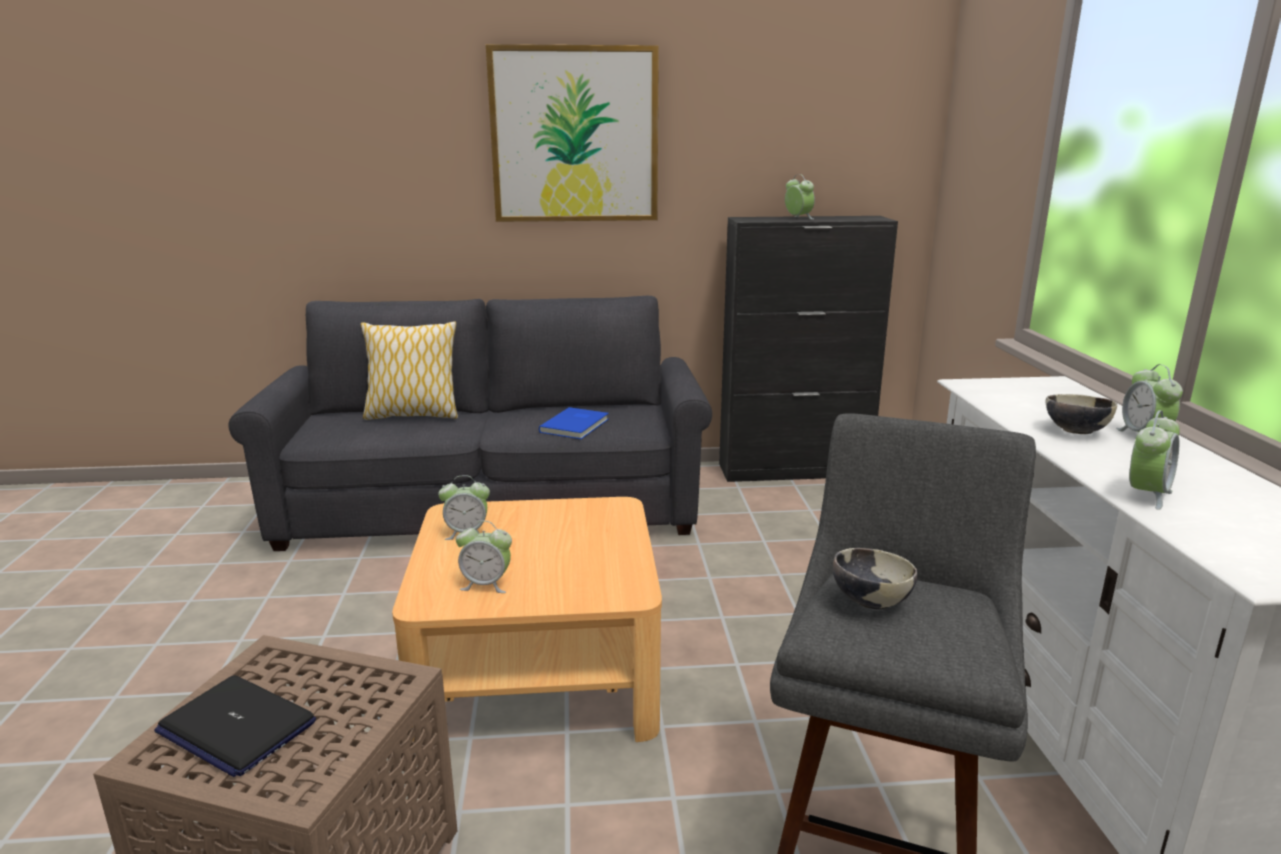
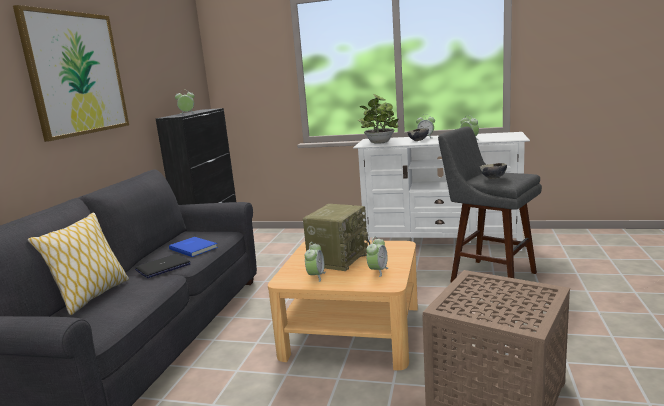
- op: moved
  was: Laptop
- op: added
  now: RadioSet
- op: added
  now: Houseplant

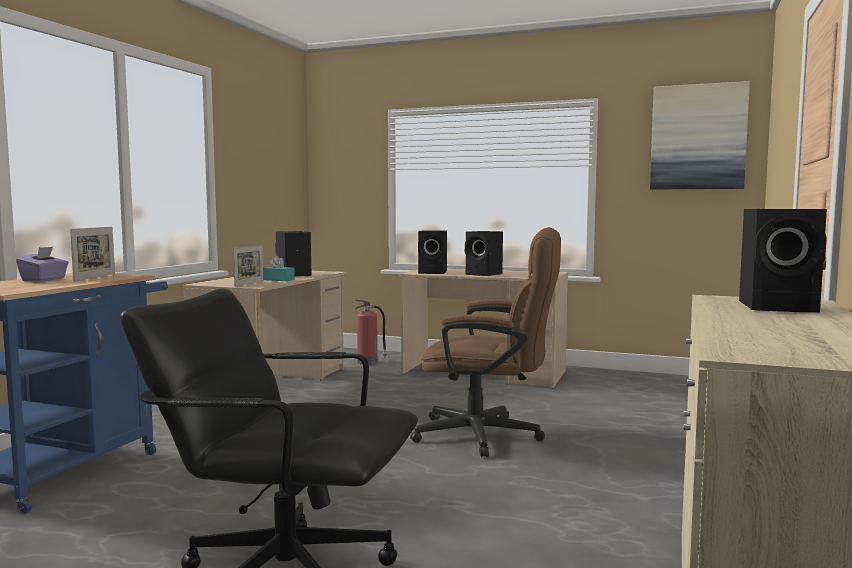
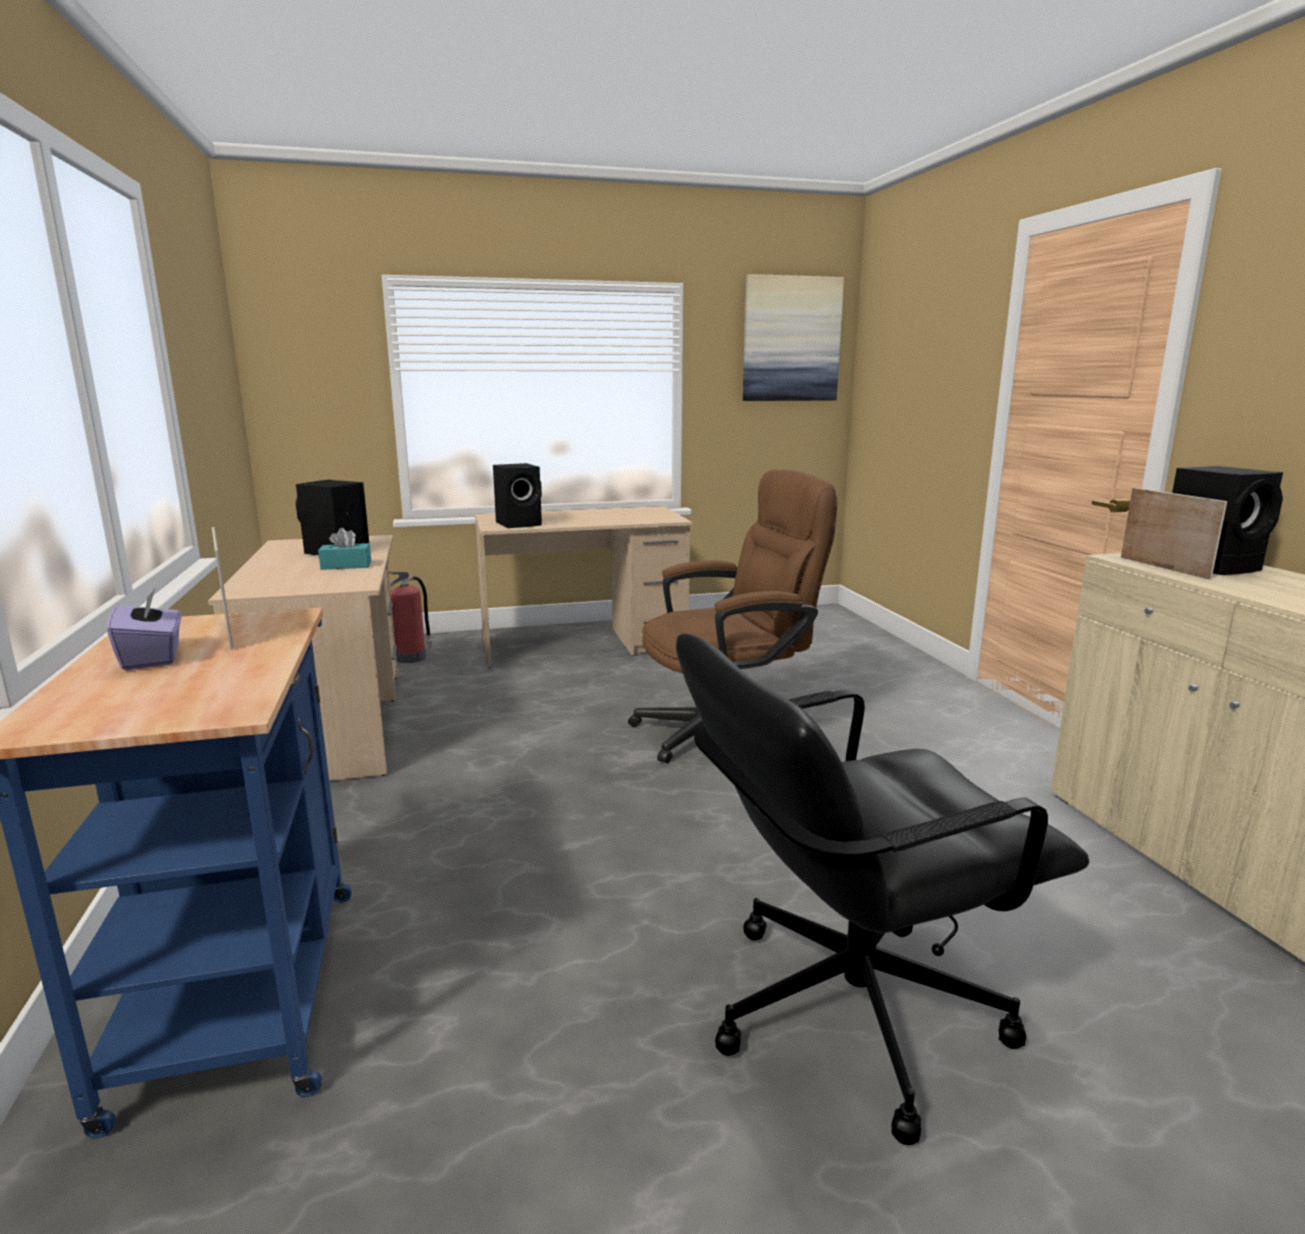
- op: moved
  was: PhotoFrame (2nd from left)
- op: removed
  was: BlackishSpeaker (3rd from left)

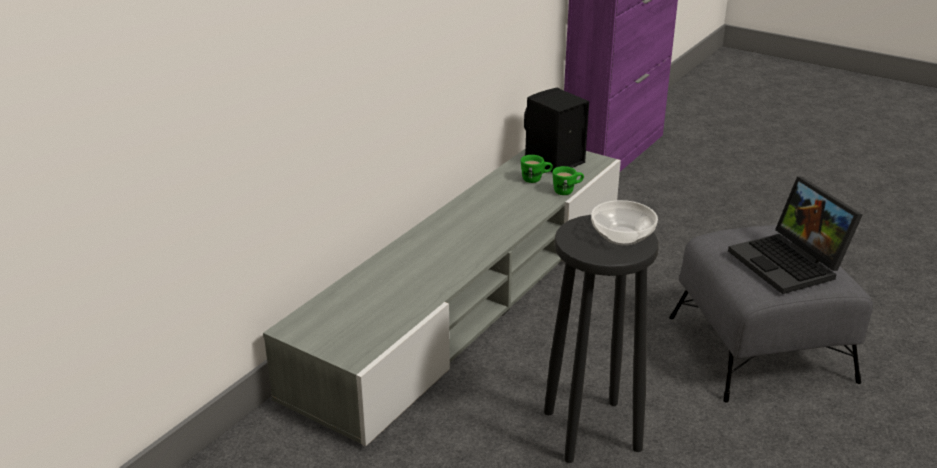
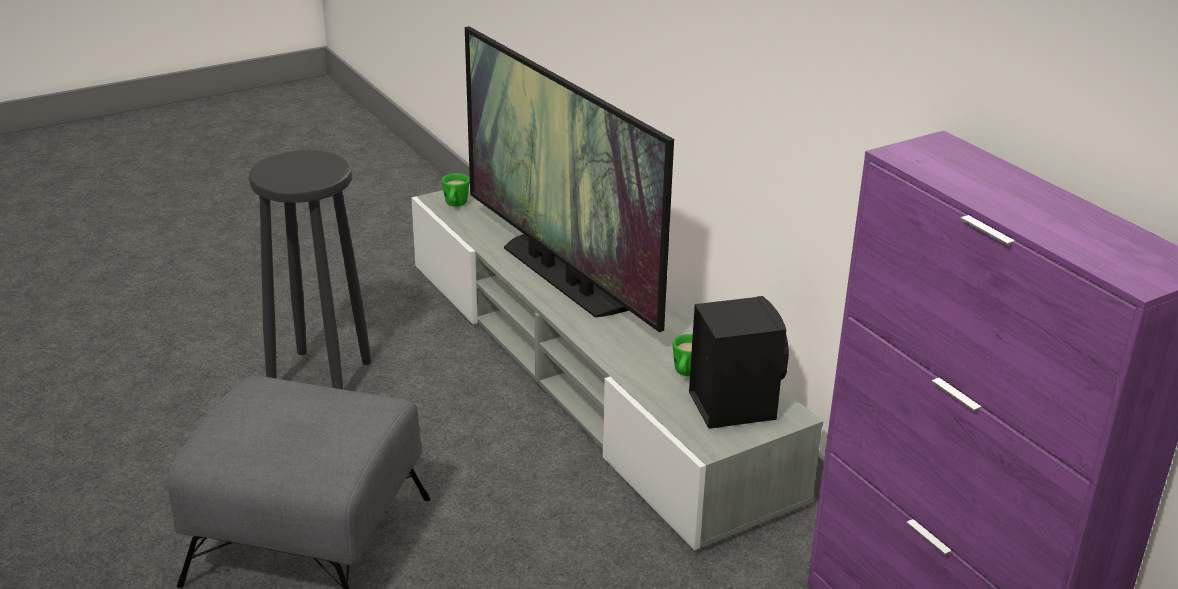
- op: moved
  was: GreenishCoffeeMug (2nd from left in the first image)
  now: GreenishCoffeeMug (1st from left)
- op: removed
  was: Bowl
- op: removed
  was: Laptop
- op: added
  now: Television

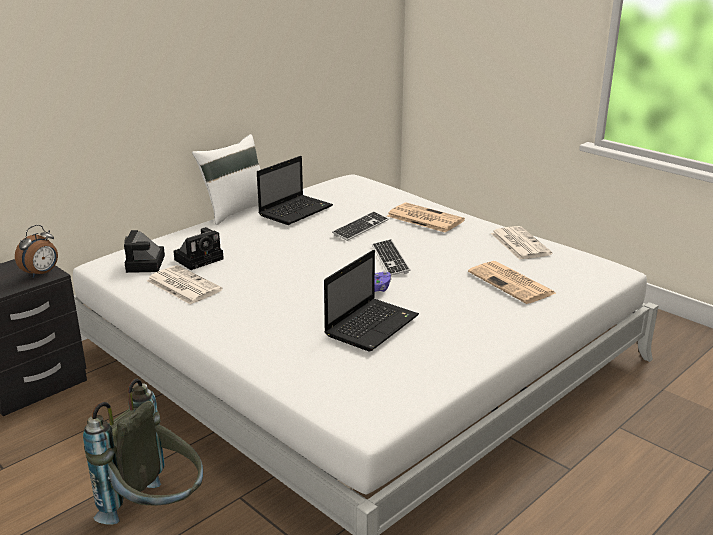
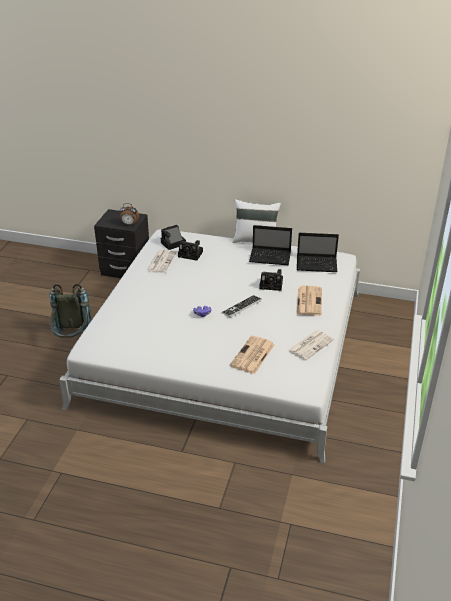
- op: moved
  was: Laptop (2nd from left)
- op: replaced
  was: ComputerKeyboard (1st from left)
  now: PhotoCamera (3rd from left)

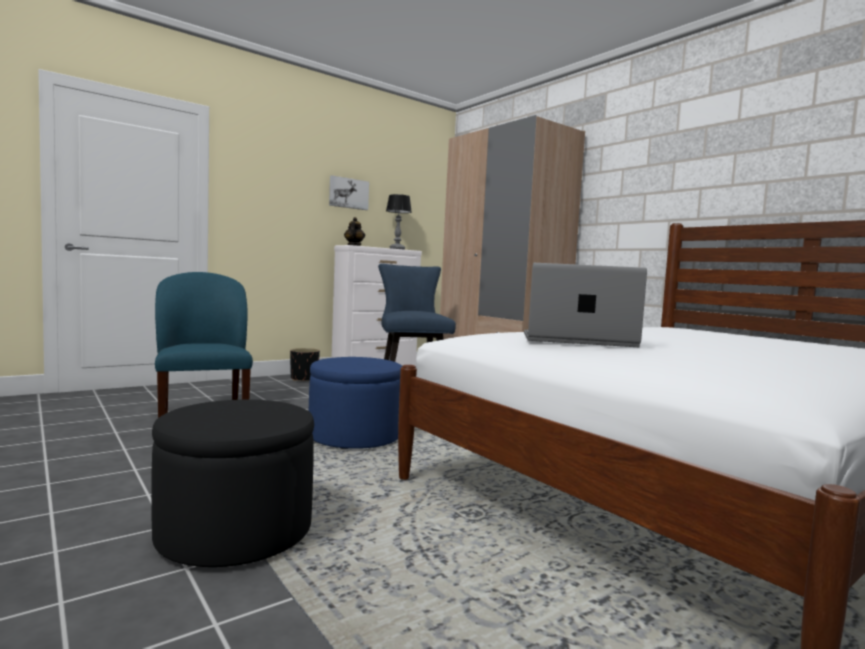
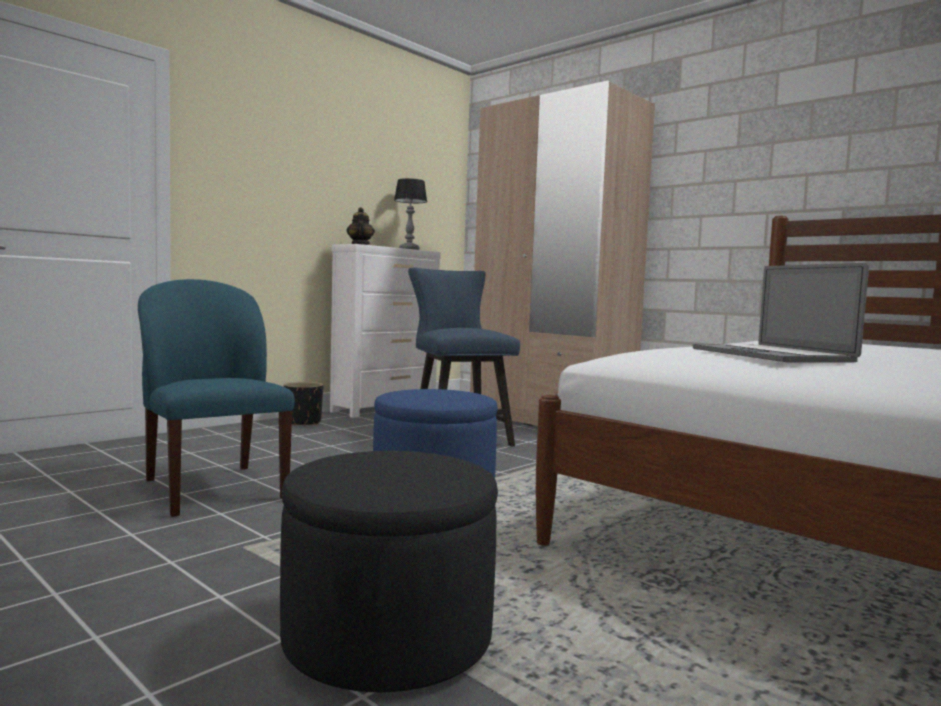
- op: removed
  was: WallArt
- op: turned
  was: Laptop
  clockwise: -105

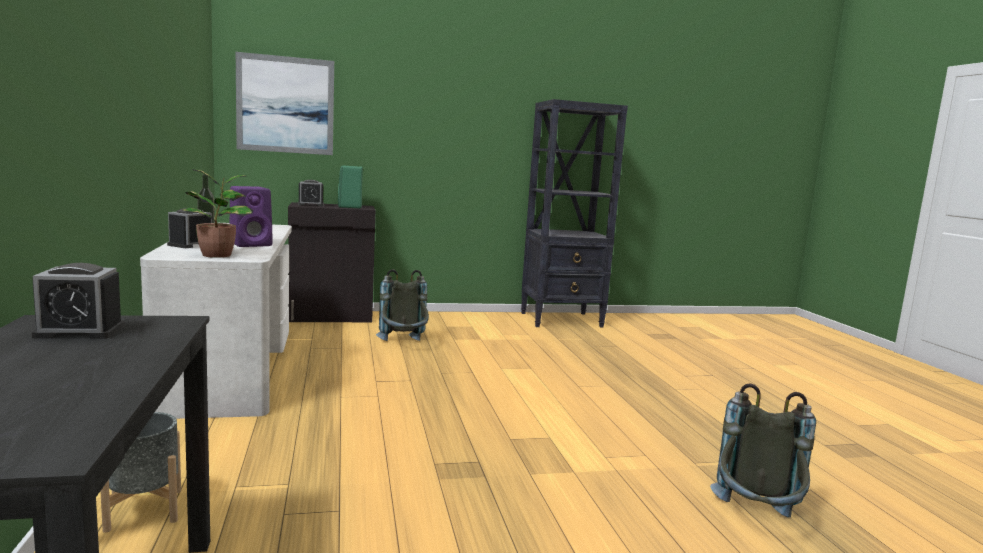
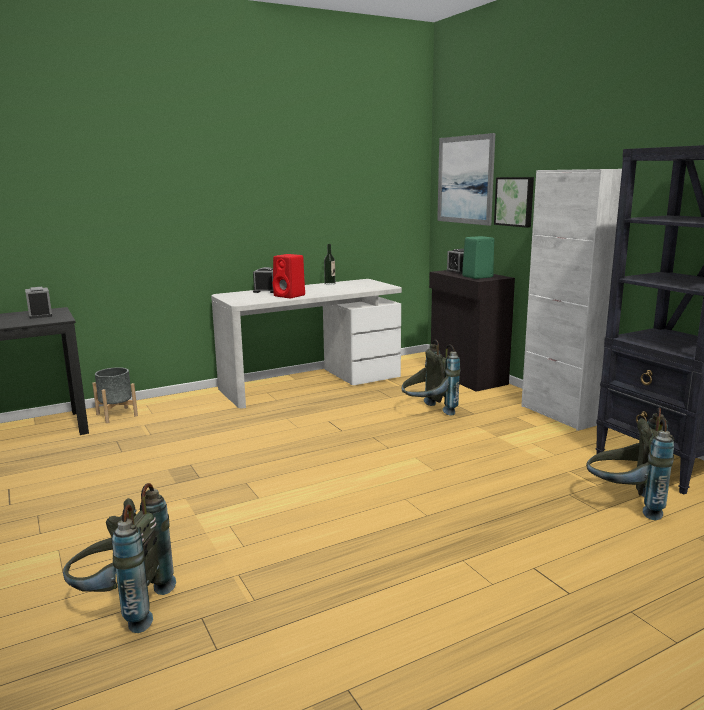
- op: removed
  was: Houseplant
- op: recoloured
  was: PurpleSpeaker
  now: RedColouredSpeaker
- op: added
  now: WallArt (2nd from left)
- op: added
  now: WhitishCupboard
- op: added
  now: GrayKnapsack (3rd from left)

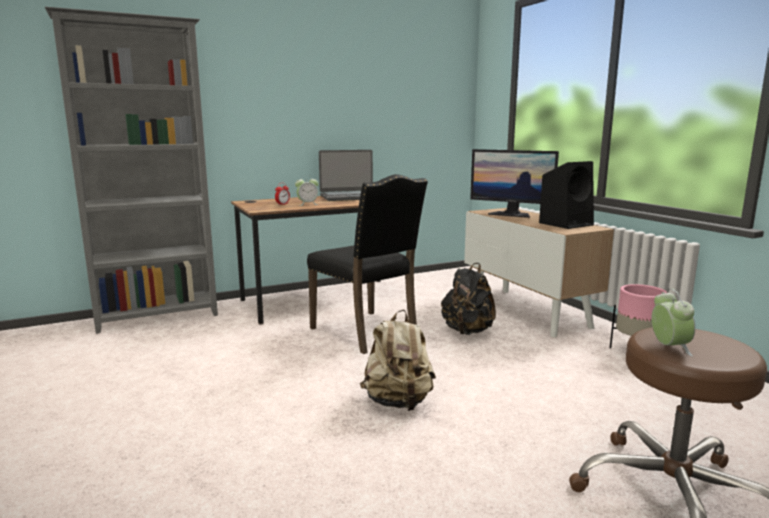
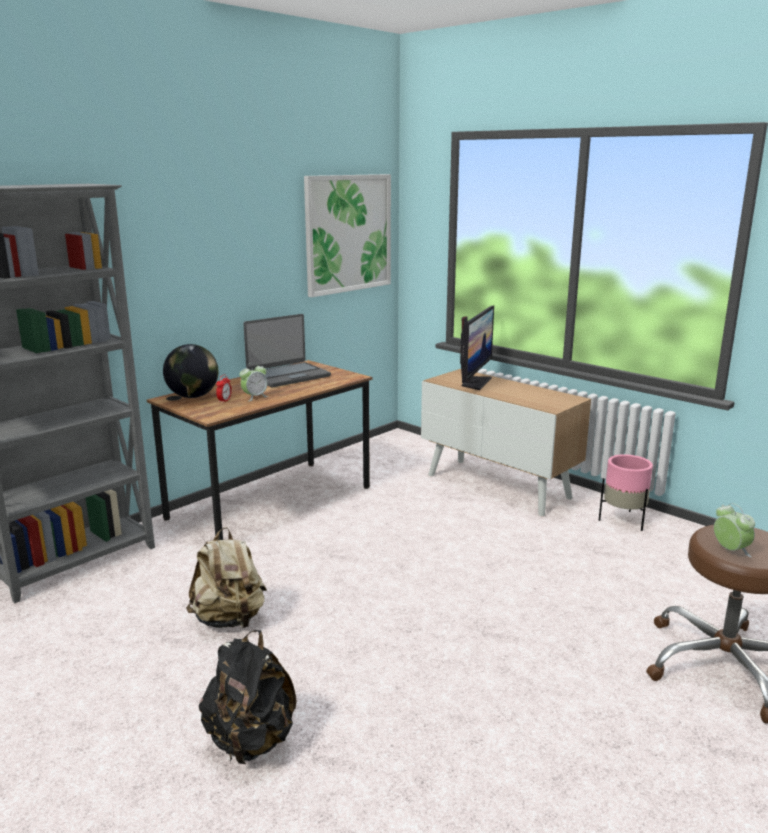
- op: removed
  was: BlackishPlainChair
- op: moved
  was: SandColouredKnapsack
- op: moved
  was: BlackishKnapsack
- op: turned
  was: Monitor
  clockwise: -75
- op: removed
  was: BlackishSpeaker
- op: added
  now: Globe
- op: added
  now: WallArt

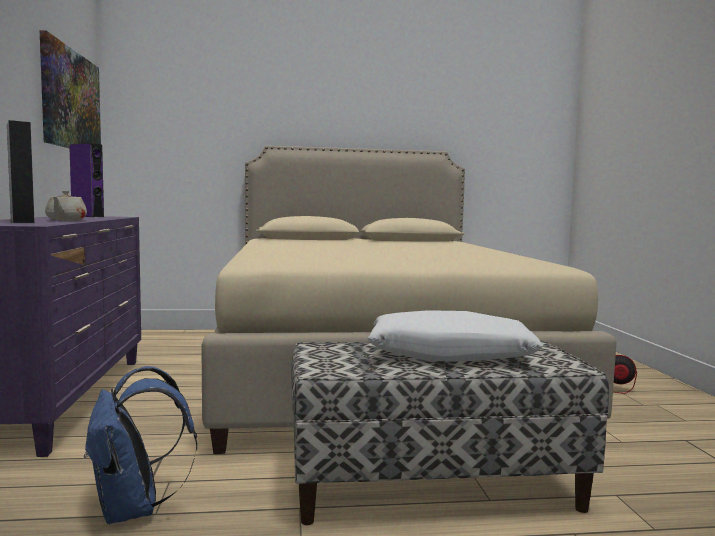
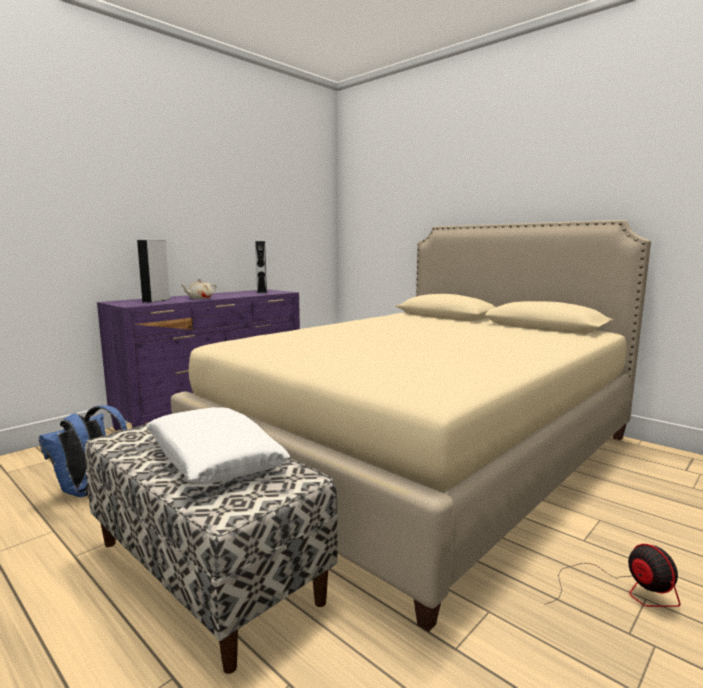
- op: removed
  was: WallArt
- op: recoloured
  was: PurpleSpeaker
  now: GraySpeaker (2nd from left)

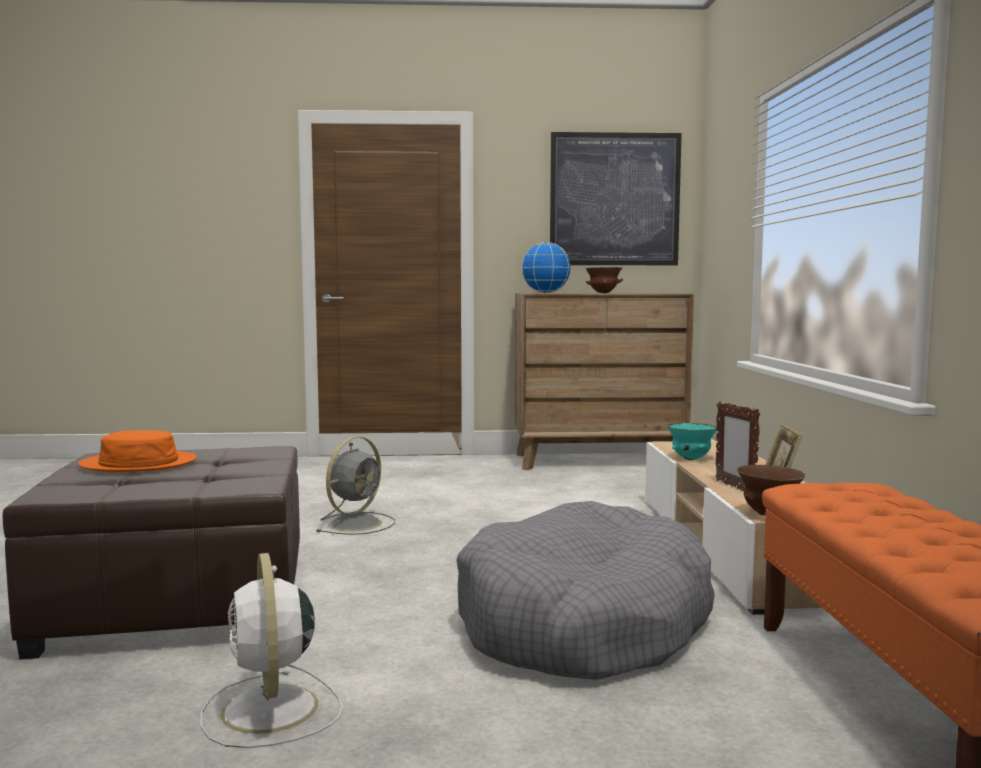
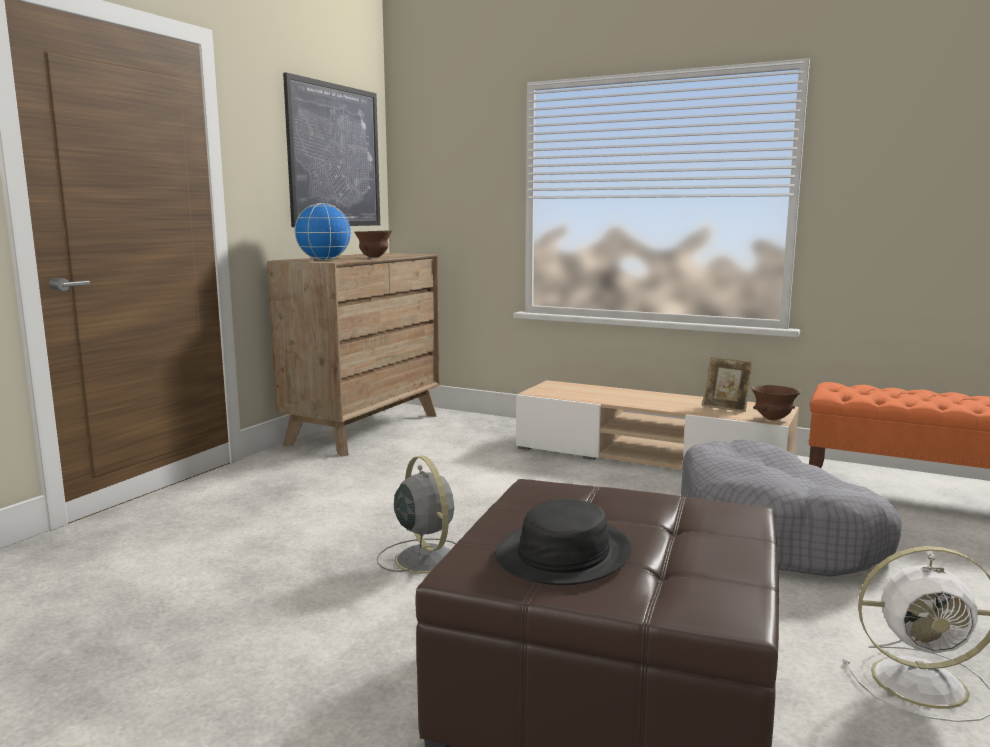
- op: recoloured
  was: OrangeWearableHat
  now: BlackishWearableHat
- op: removed
  was: TurquoiseBowl
- op: removed
  was: PhotoFrame (1st from left)

